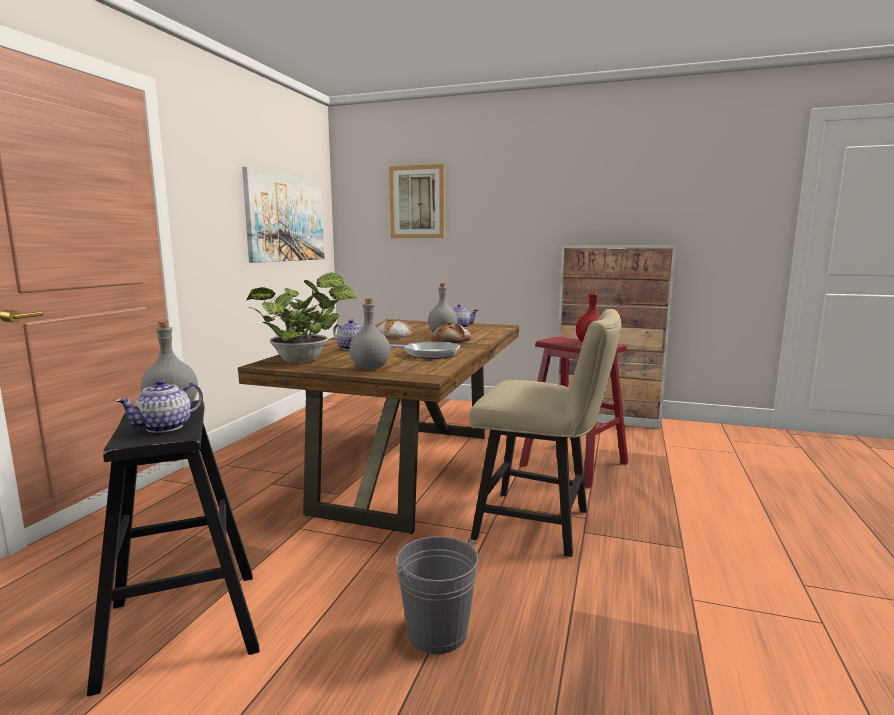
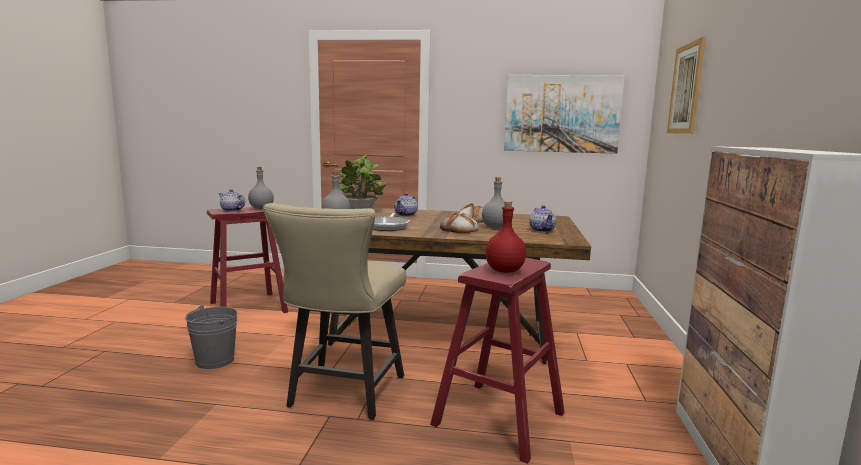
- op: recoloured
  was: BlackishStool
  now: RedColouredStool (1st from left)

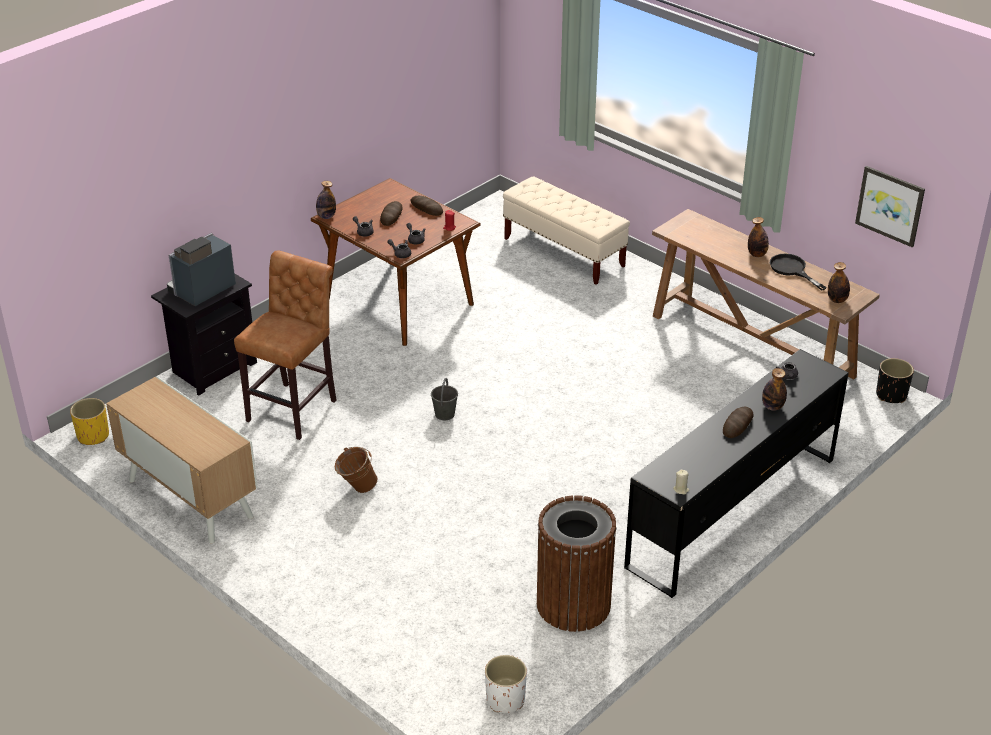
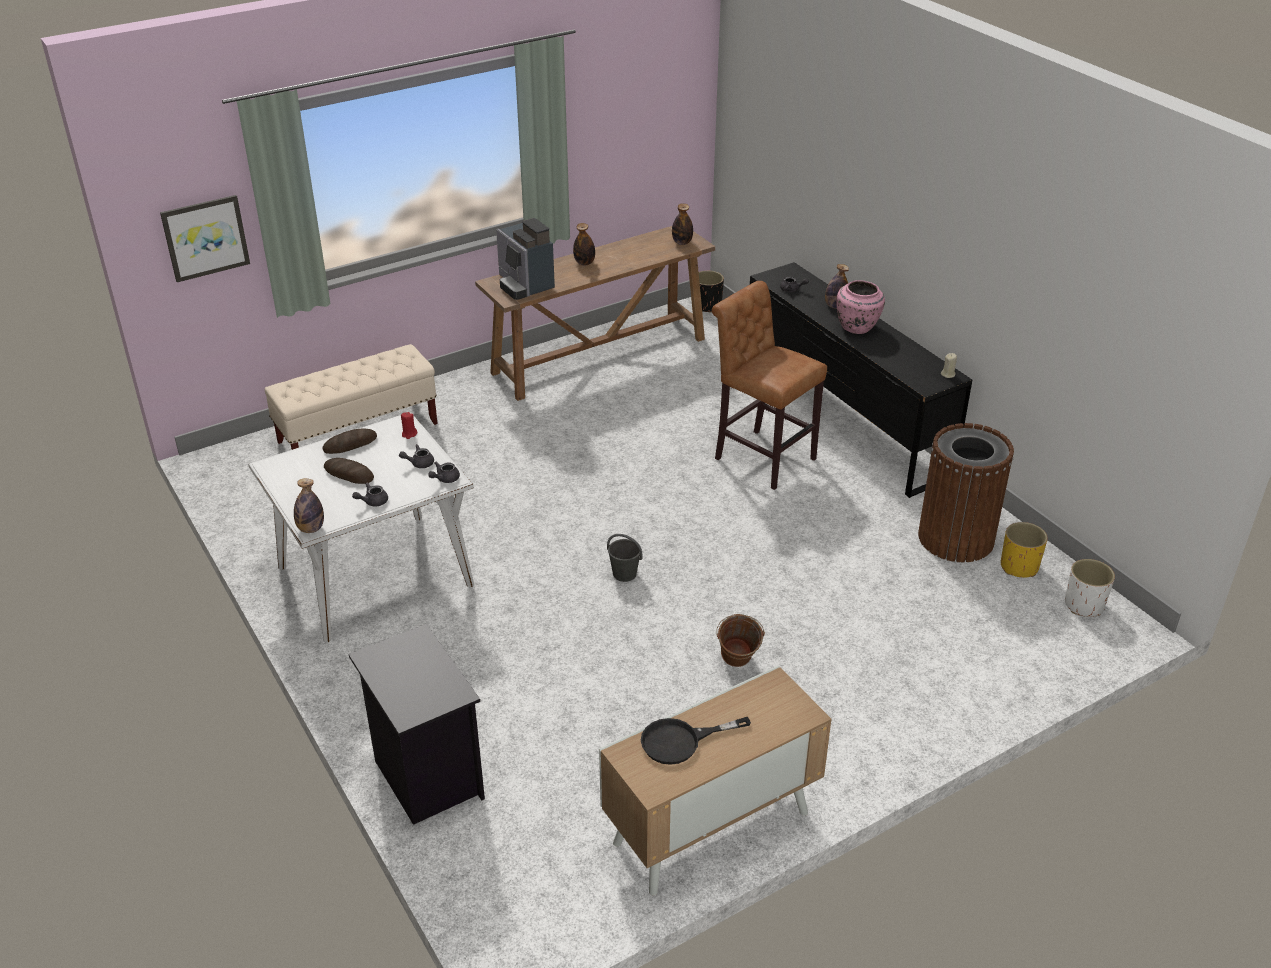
- op: moved
  was: YellowishPlantPot
- op: moved
  was: CoffeeMaker
- op: moved
  was: BrownColouredStool
- op: recoloured
  was: BrownColouredKitchenTable
  now: WhitishKitchenTable
- op: replaced
  was: Bread (3rd from left)
  now: PinkColouredDecorativeVase
- op: moved
  was: BlackishSkillet
- op: moved
  was: WallArt

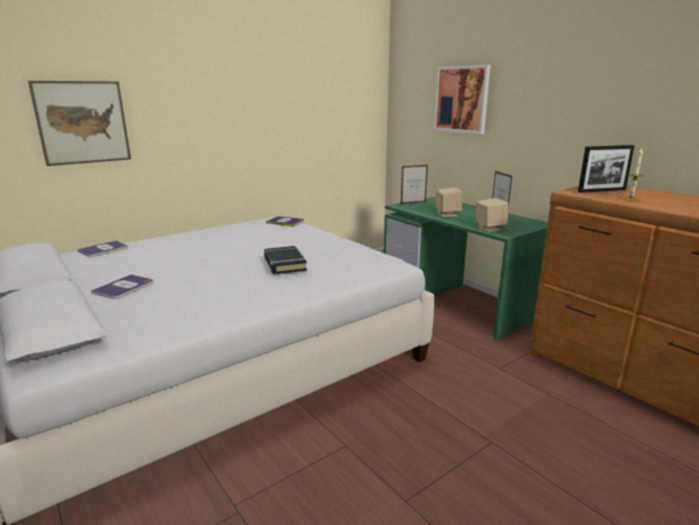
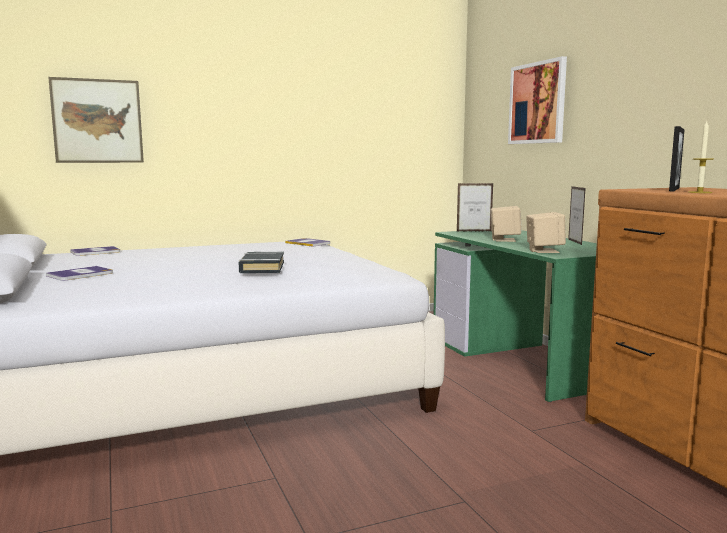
- op: turned
  was: PhotoFrame (3rd from left)
  clockwise: -60

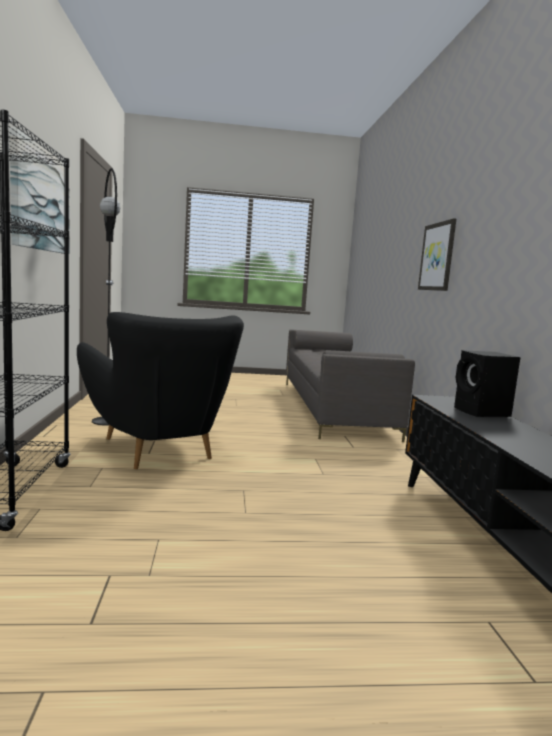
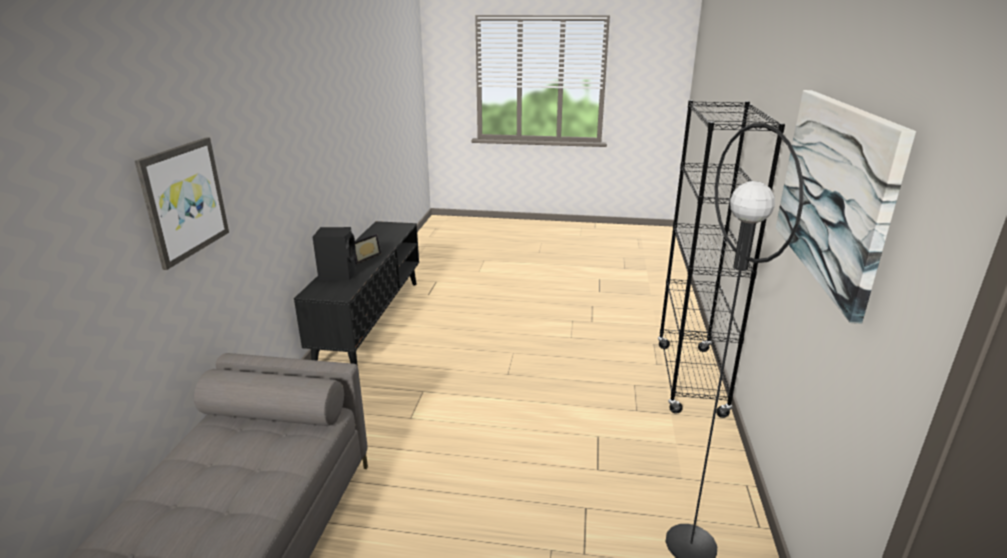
- op: removed
  was: BlackishEasyChair
- op: added
  now: PhotoFrame

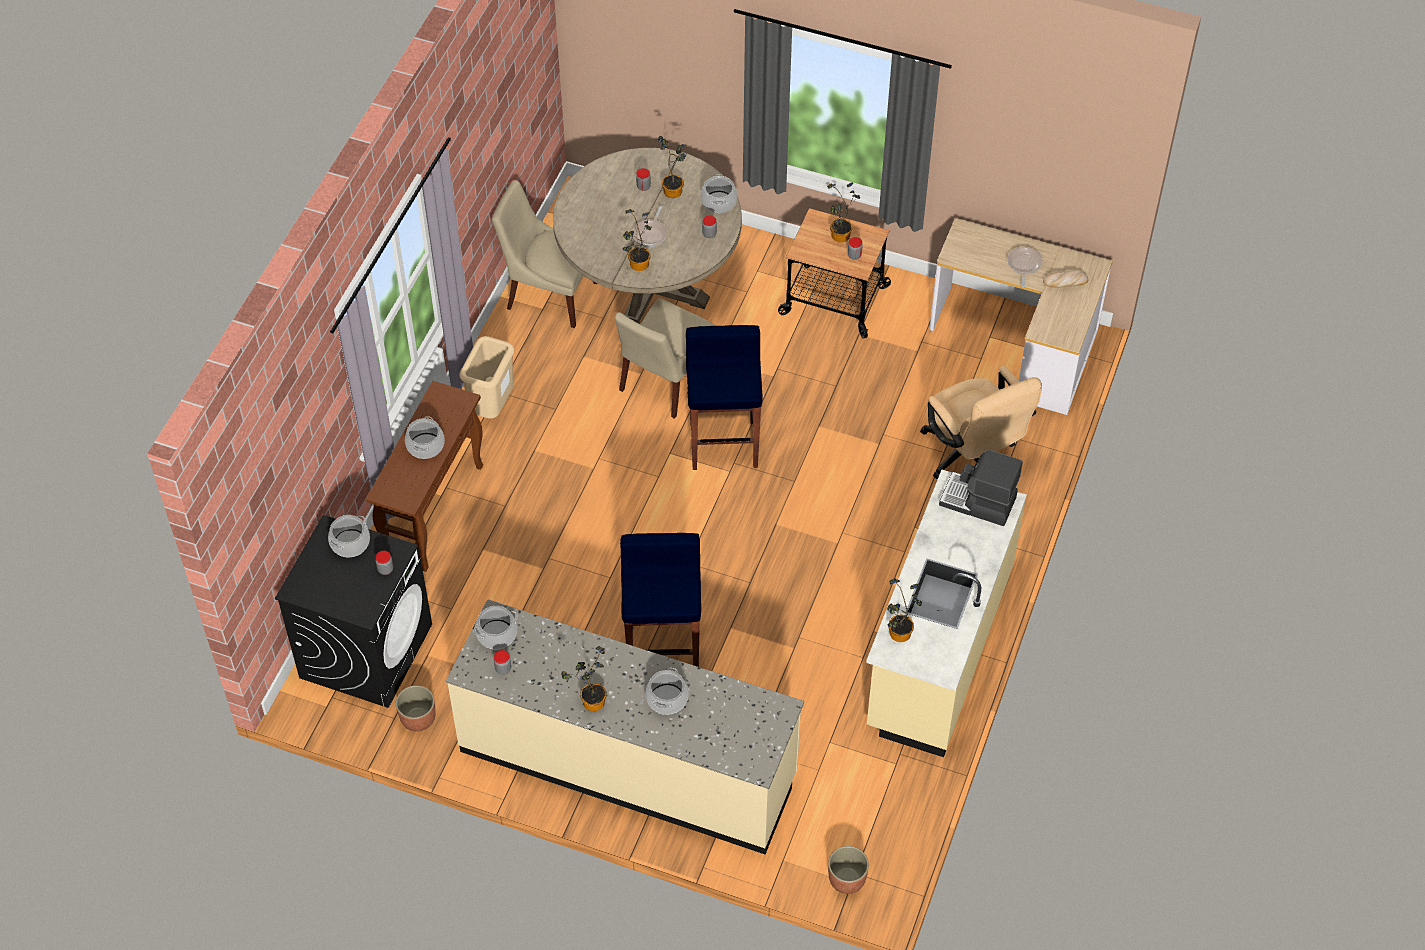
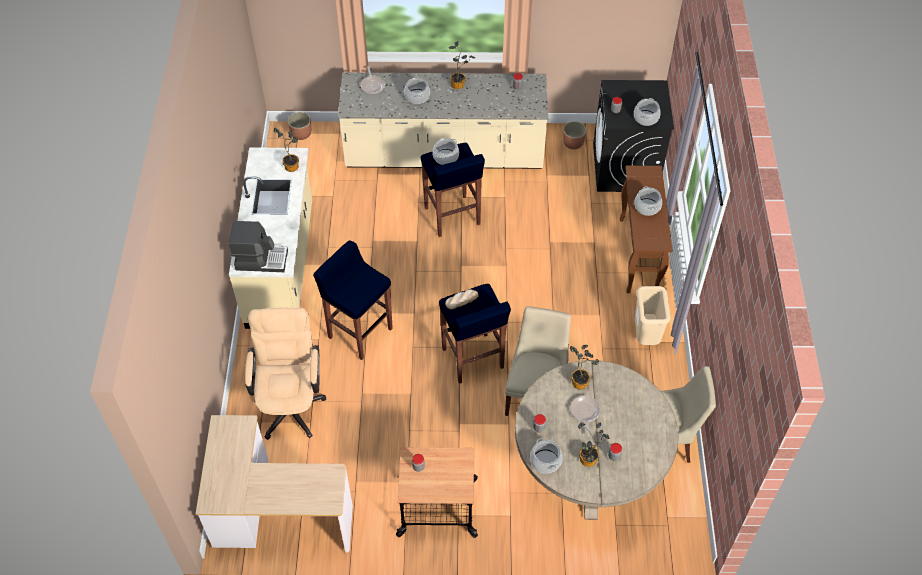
- op: moved
  was: CookingPot (3rd from left in the first image)
  now: CookingPot (2nd from left)
- op: removed
  was: Houseplant (4th from left)
- op: turned
  was: SandColouredComputerChair
  clockwise: 45
- op: moved
  was: Skillet (2nd from left in the first image)
  now: Skillet (1st from left)
- op: moved
  was: Bread
- op: added
  now: BluishStool (1st from left)

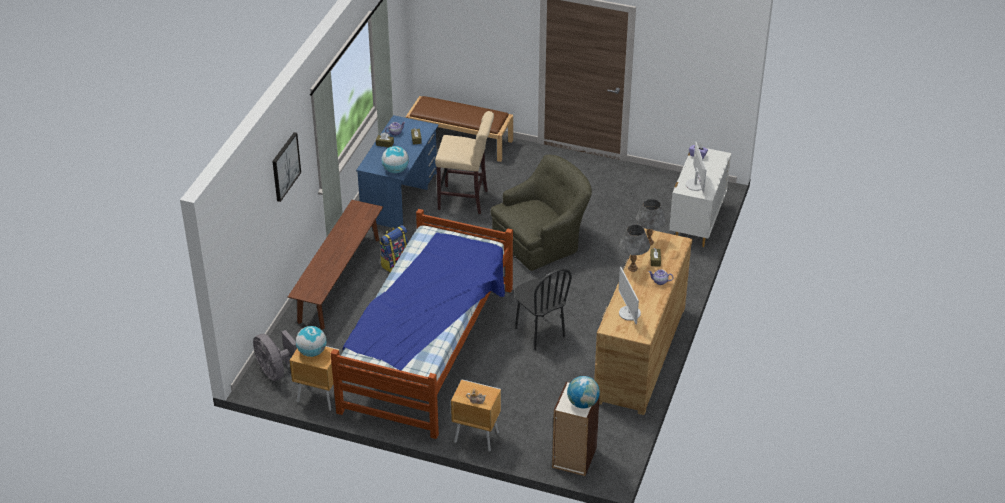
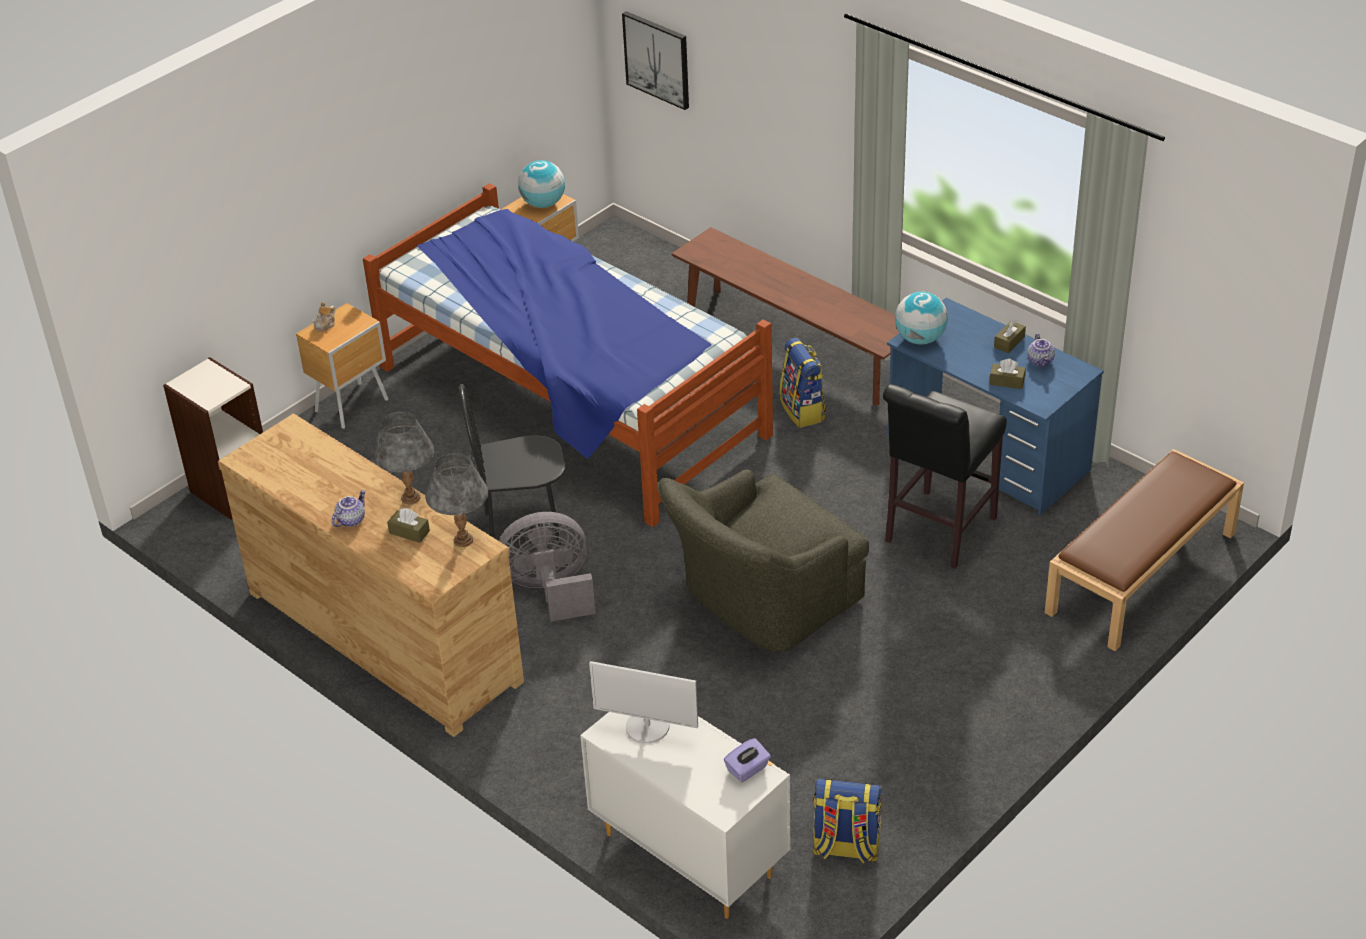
- op: moved
  was: GrayFan
- op: moved
  was: WallArt
- op: recoloured
  was: SandColouredStool
  now: BlackishStool
- op: turned
  was: GreenishEasyChair
  clockwise: 60
- op: removed
  was: Globe (3rd from left)
- op: removed
  was: Monitor (1st from left)
- op: added
  now: Knapsack (2nd from left)

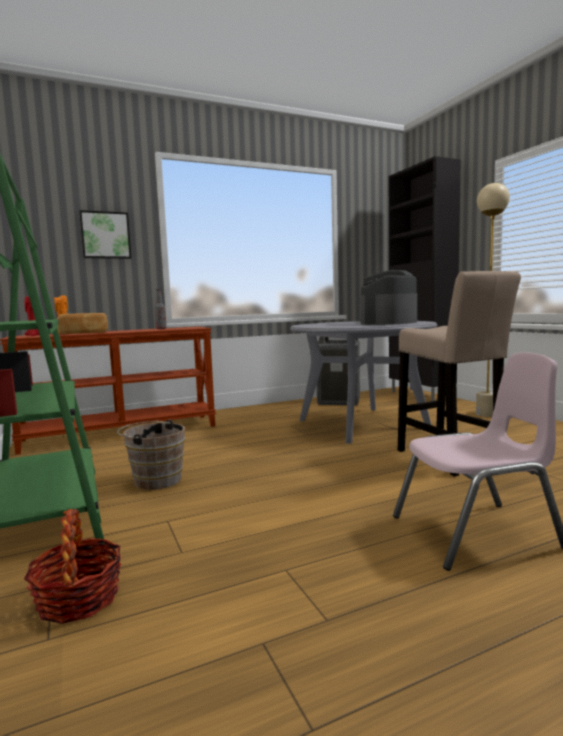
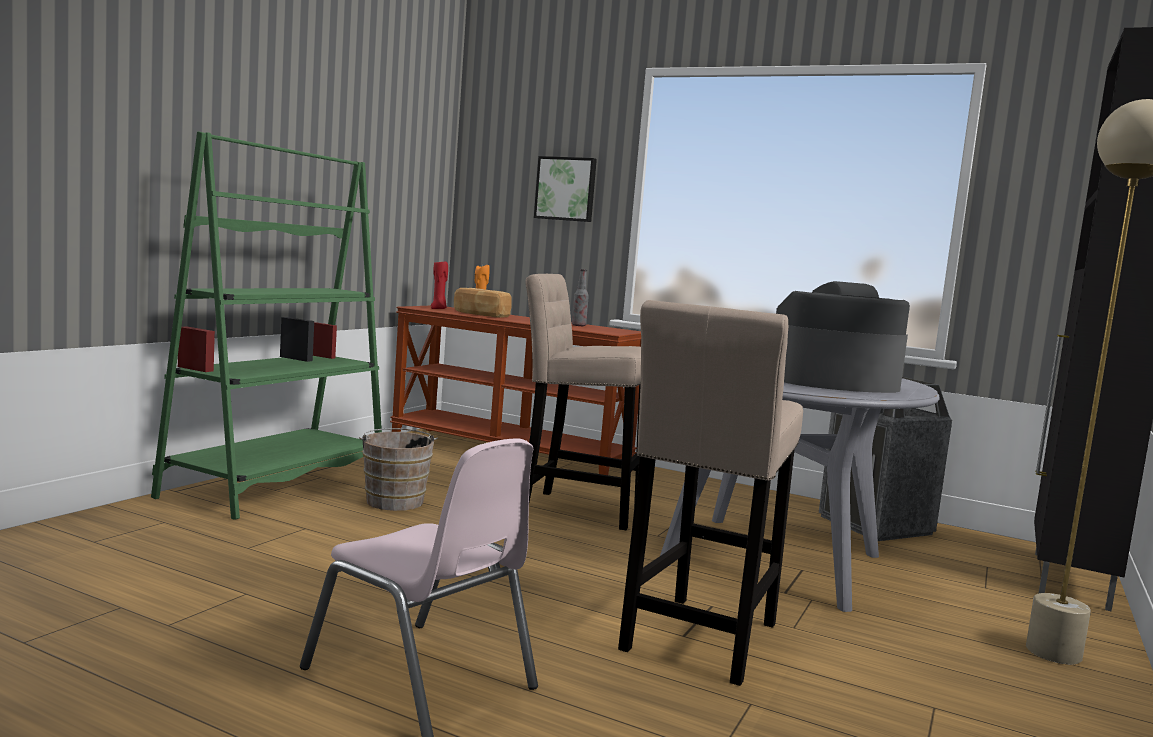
- op: removed
  was: Basket
- op: added
  now: SandColouredStool (1st from left)

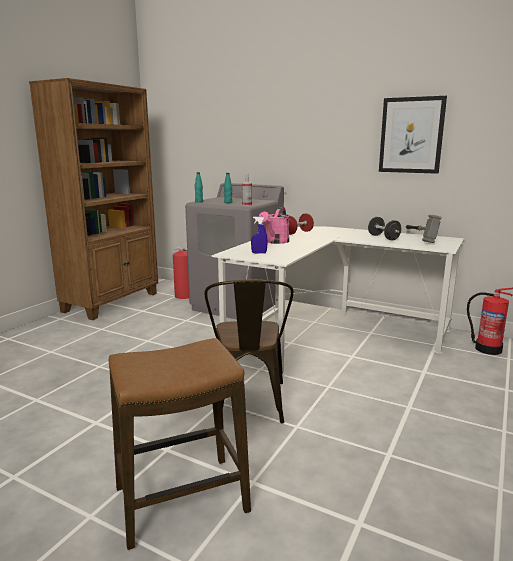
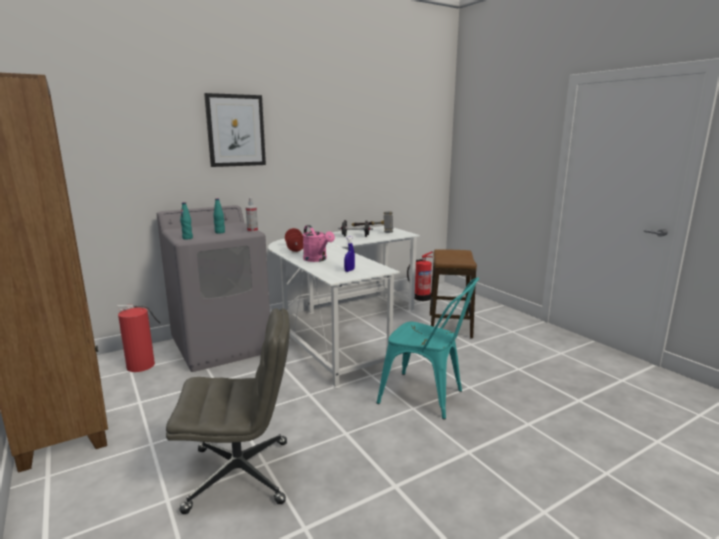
- op: moved
  was: Stool
- op: recoloured
  was: BrownColouredPlainChair
  now: TurquoisePlainChair
- op: moved
  was: WallArt
- op: added
  now: GrayComputerChair

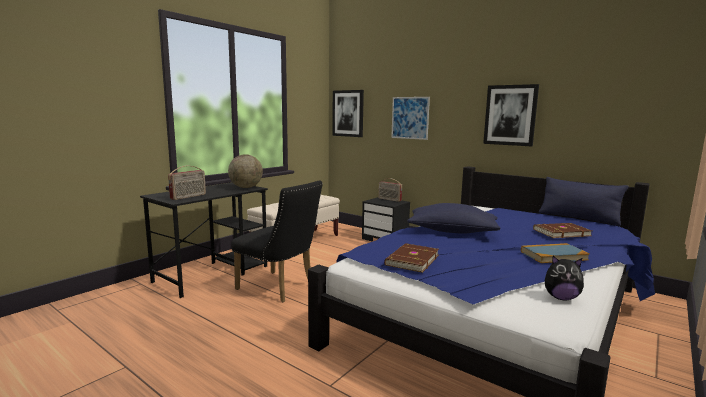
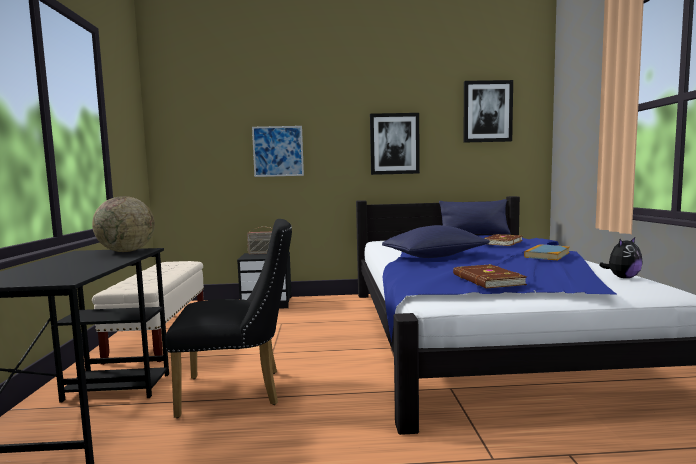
- op: removed
  was: RadioSet (1st from left)
- op: moved
  was: WallArt (1st from left in the first image)
  now: WallArt (3rd from left)

